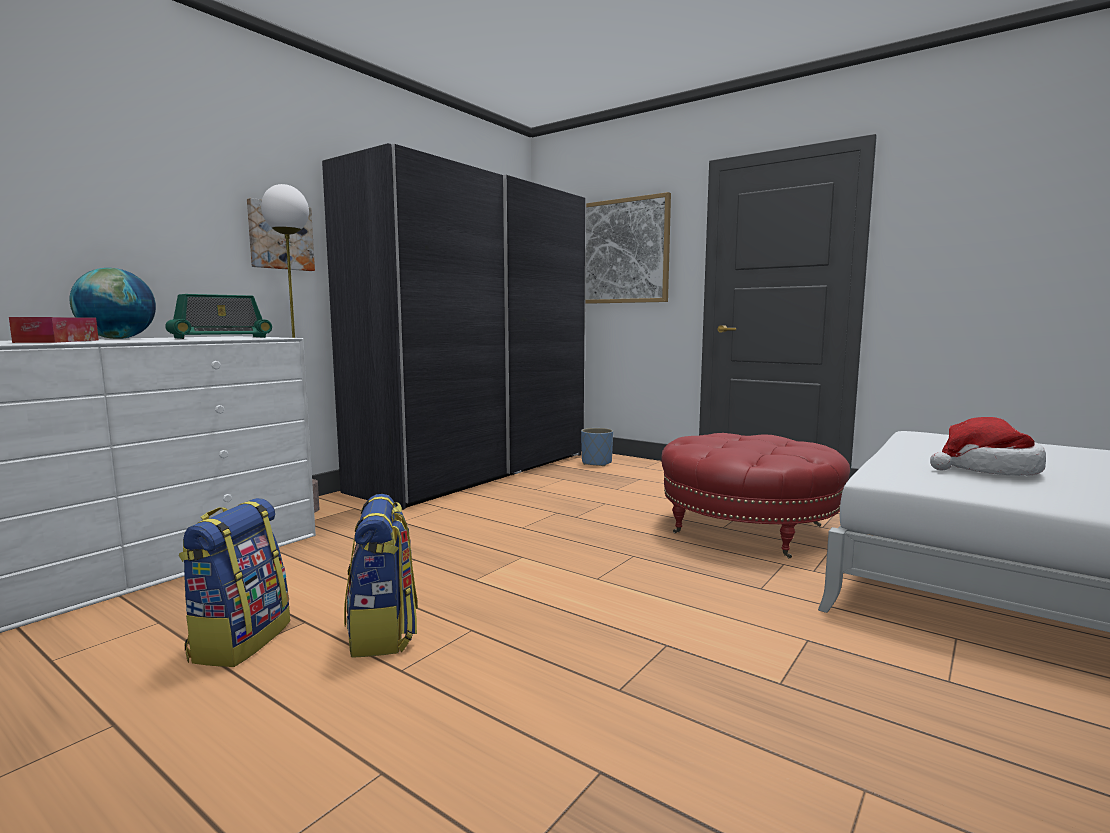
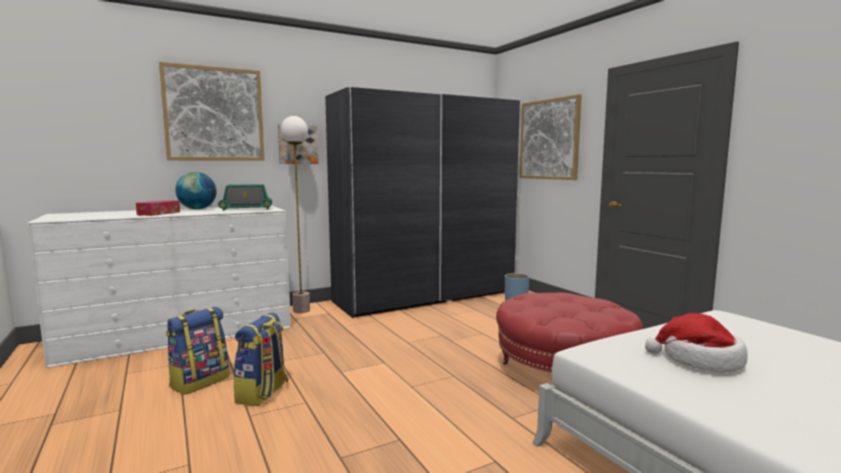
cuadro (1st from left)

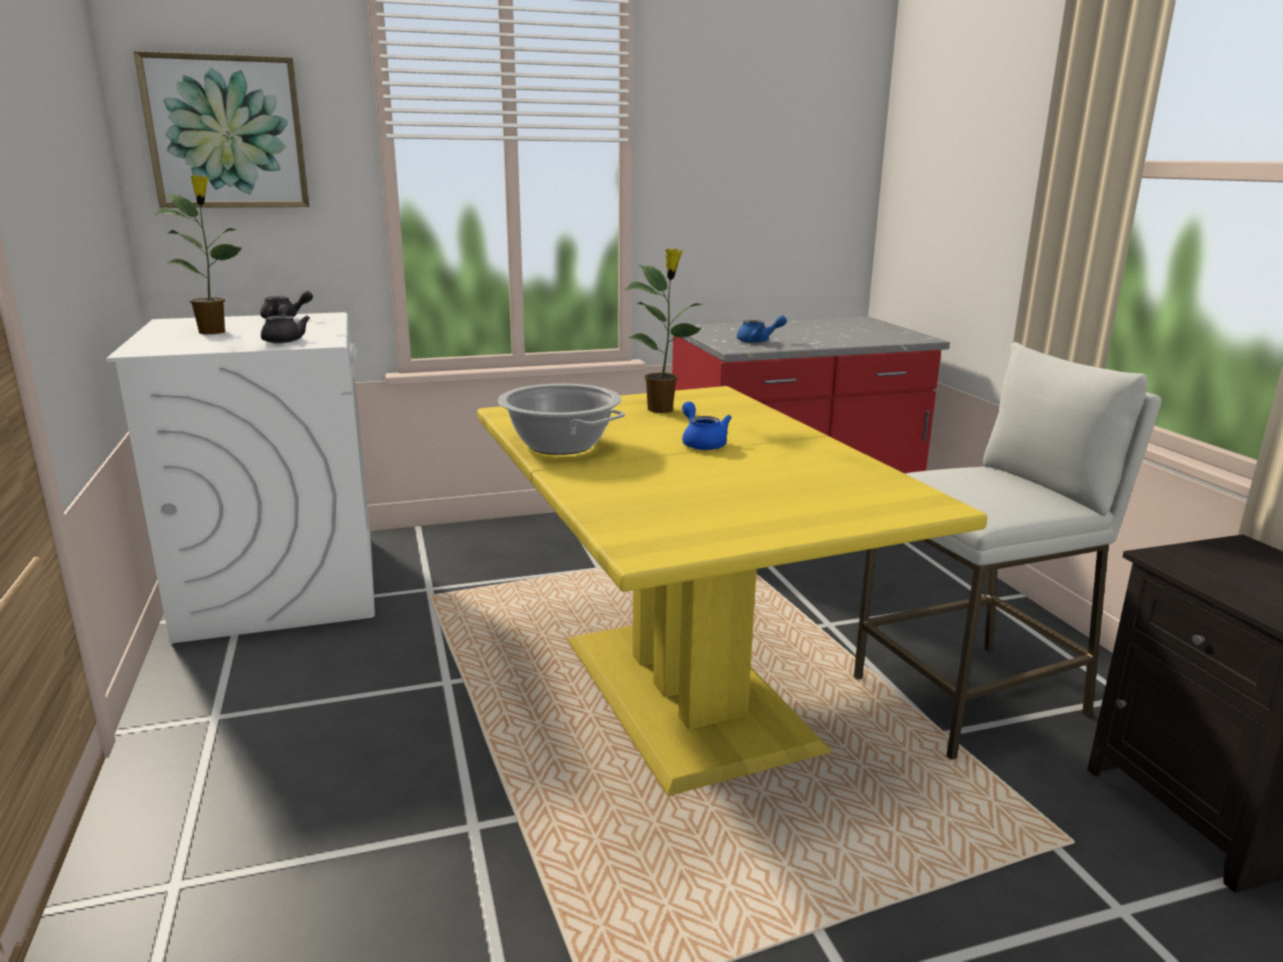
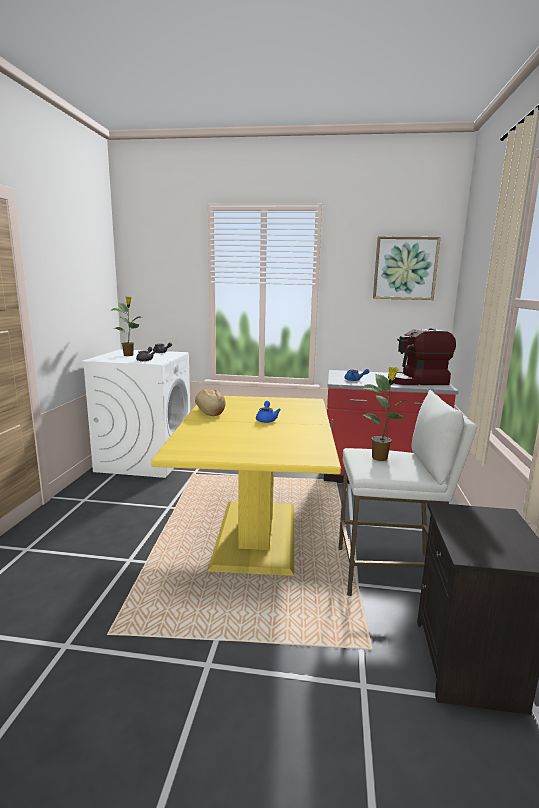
cuadro
planta en maceta (2nd from left)
pan
cafetera

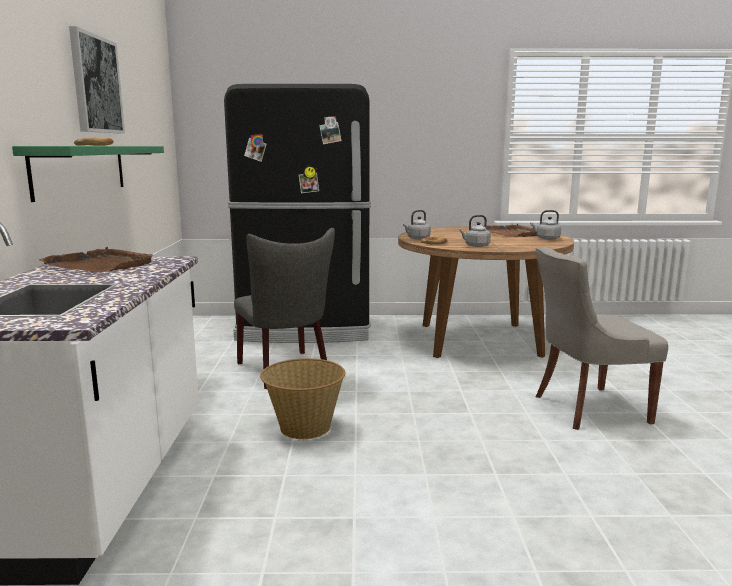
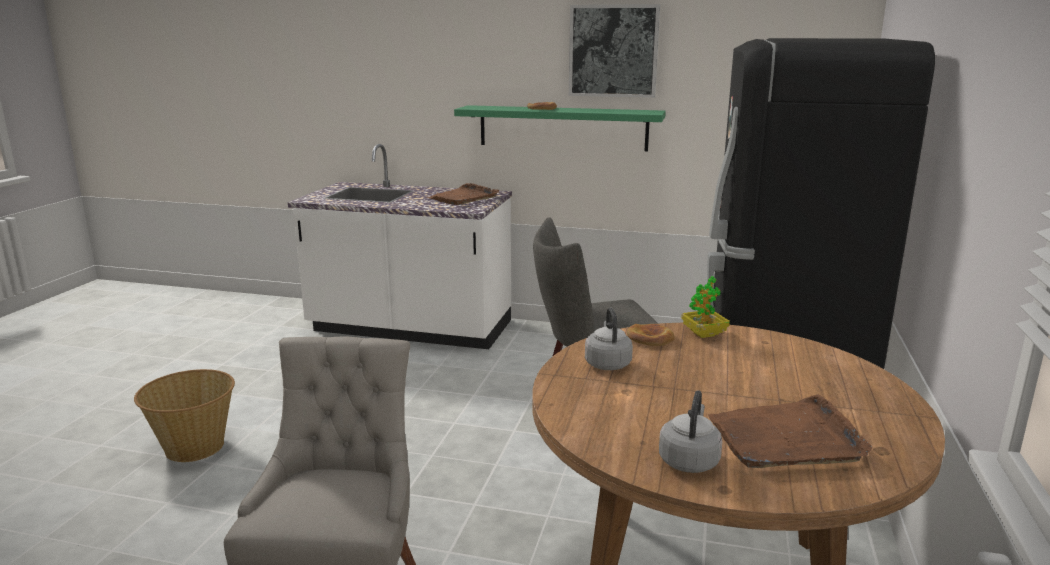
planta en maceta
cesta

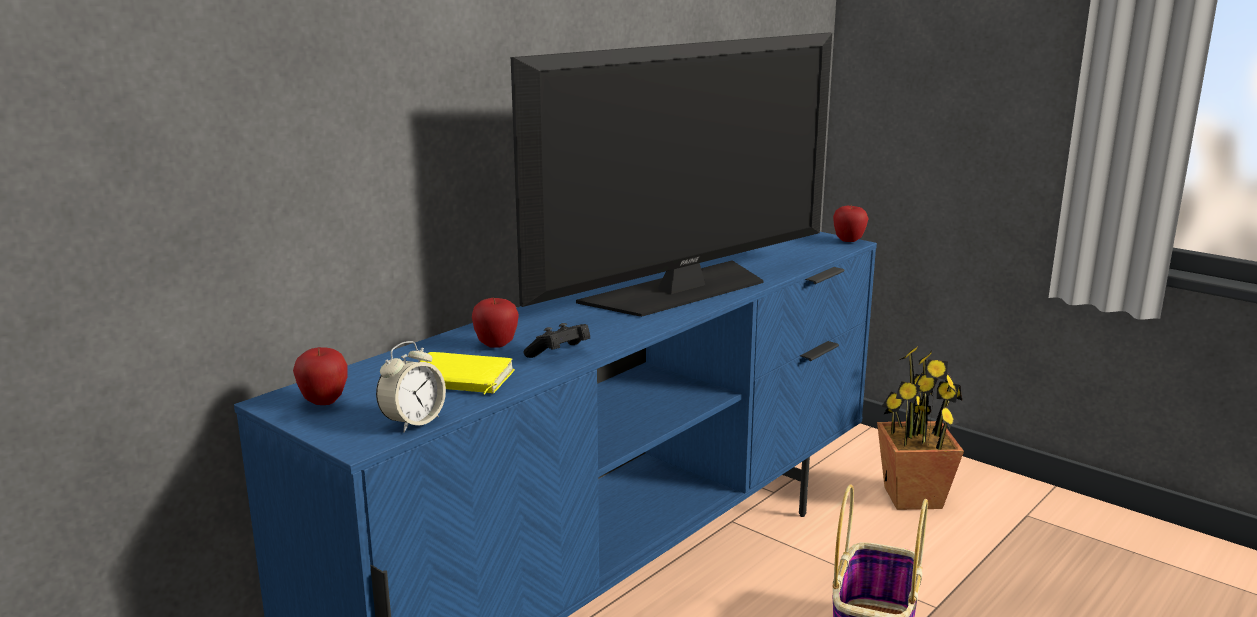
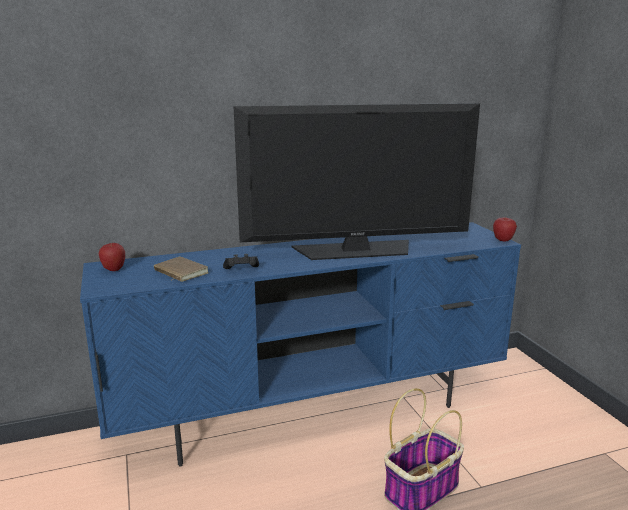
manzana (2nd from left in the first image)
despertador
planta en maceta
libro (marrón)

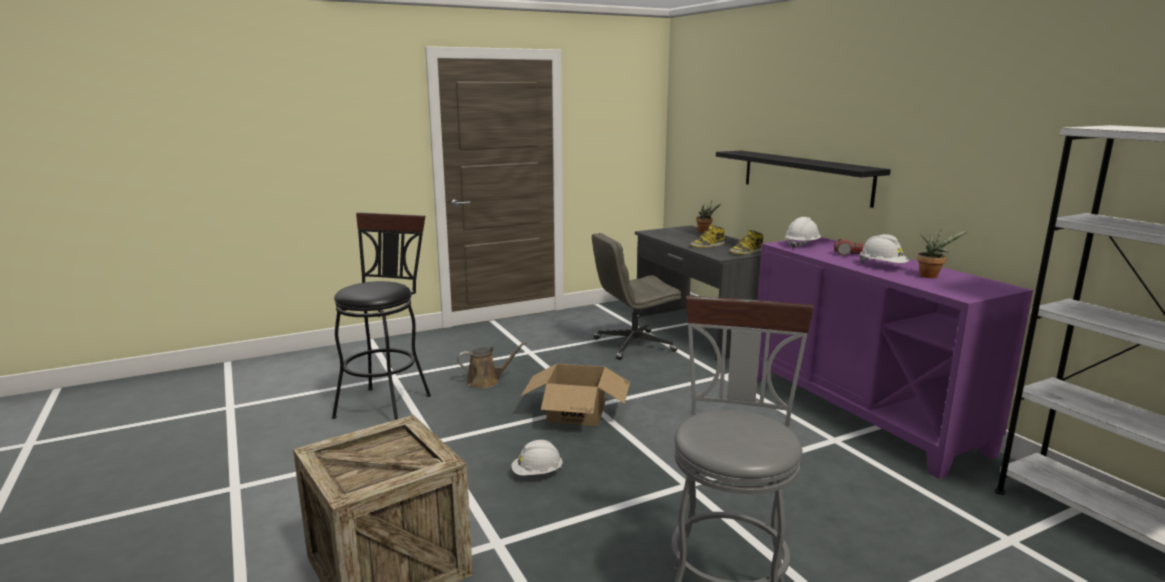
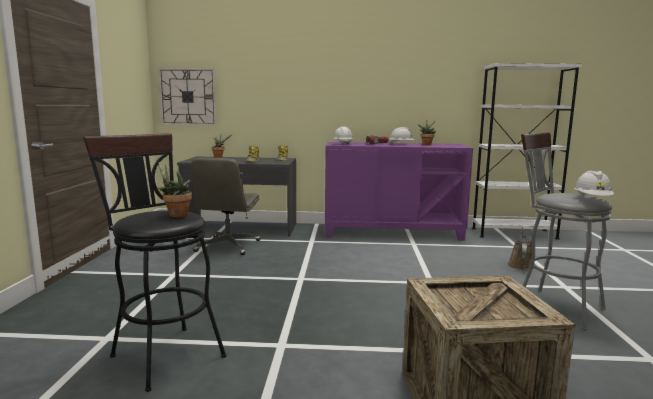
estante (negro)
regadera (marrón)
caja de cartón
casco (blanco) (3rd from left)
reloj de pared
planta en maceta (1st from left)

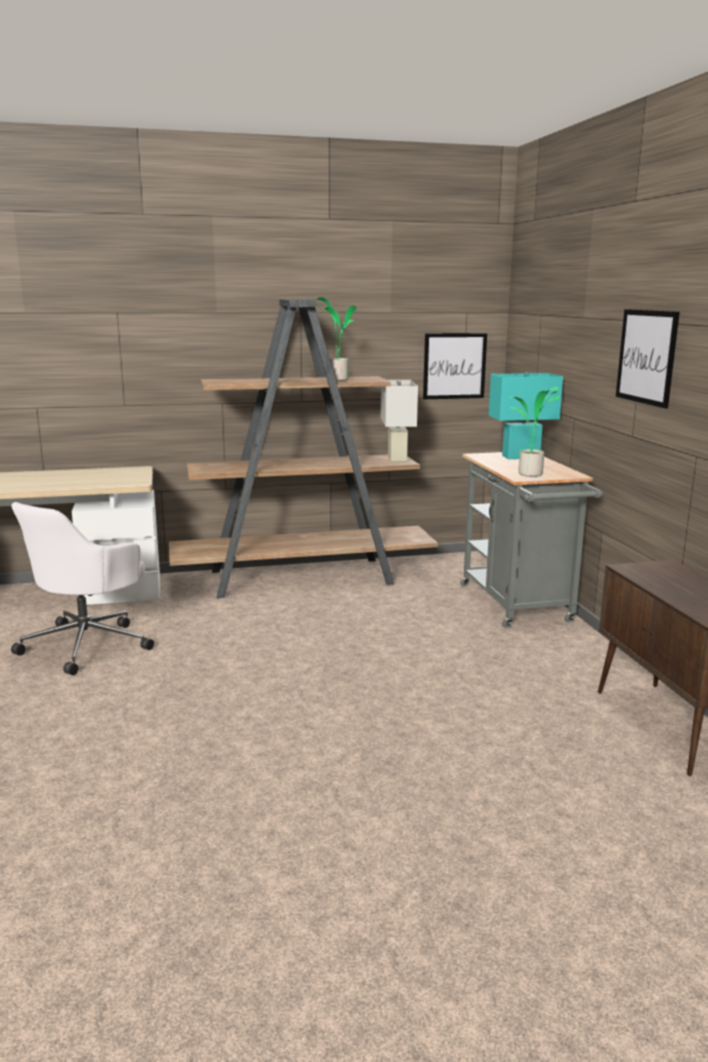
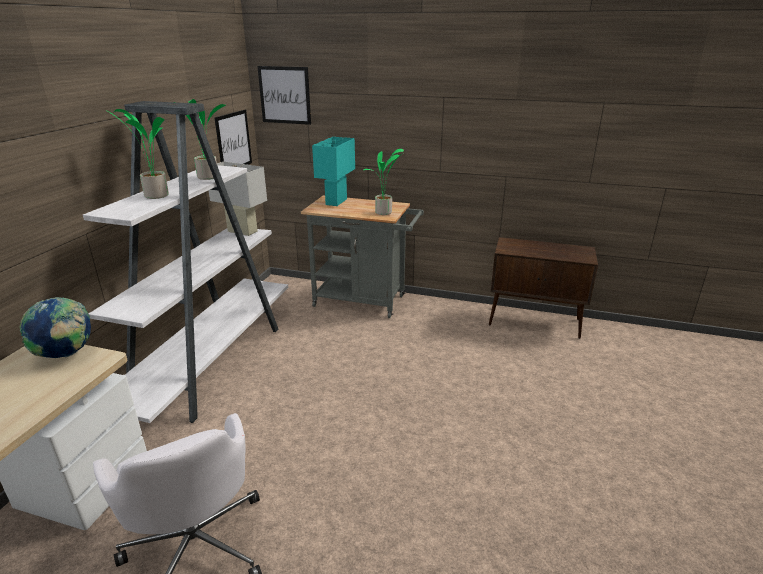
estantería (blanco)
cuadro (2nd from left)
planta en maceta (1st from left)
globo terráqueo

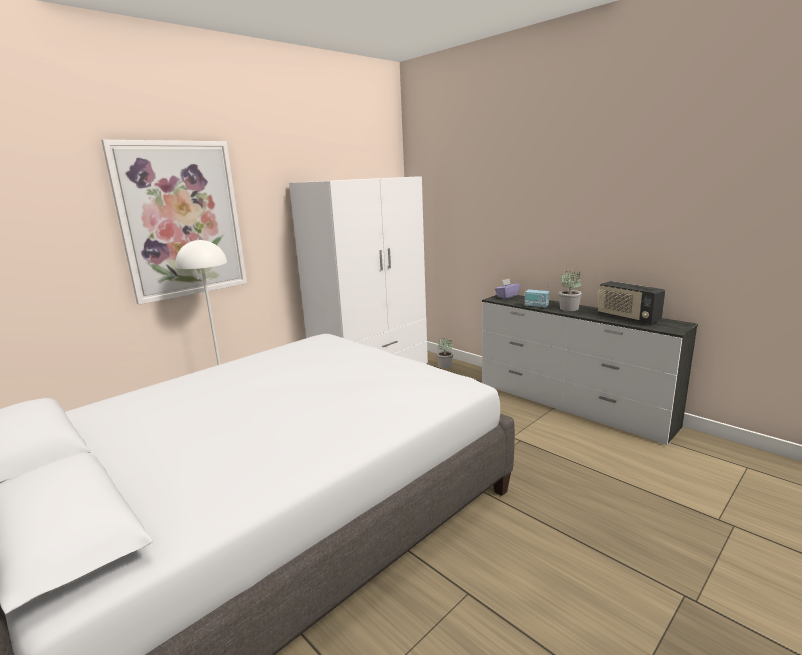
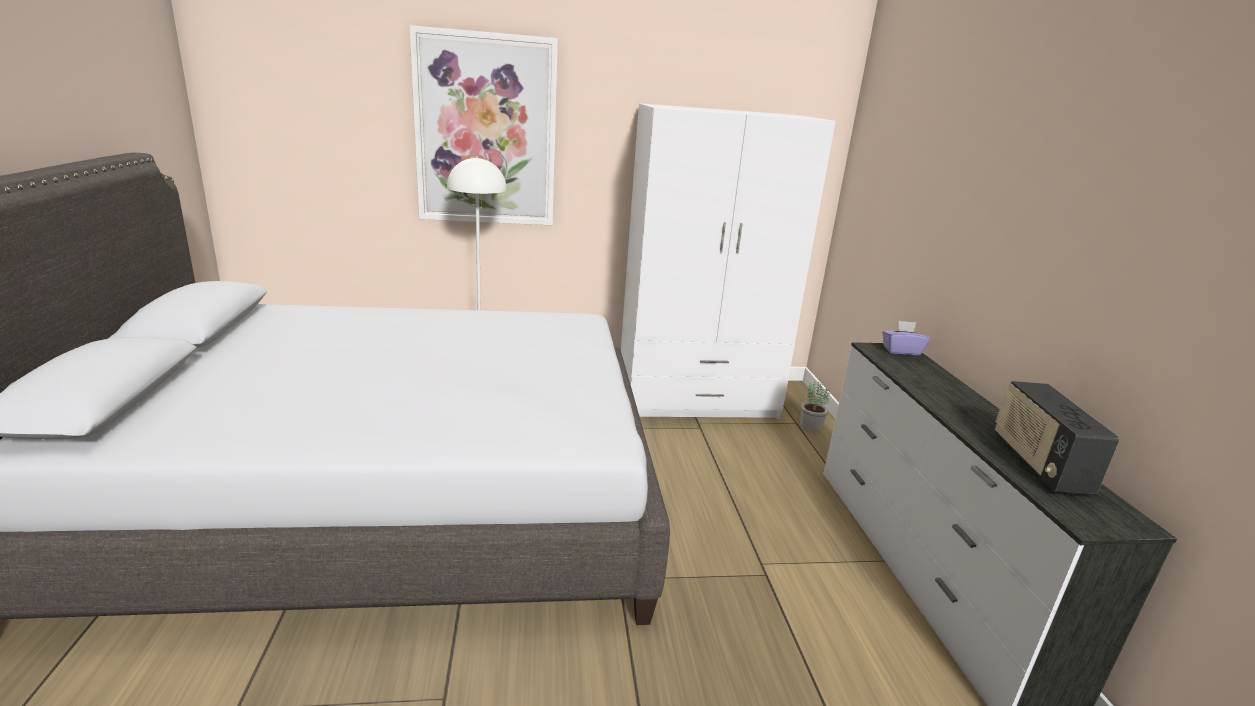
planta en maceta (2nd from left in the first image)
radio (1st from left in the first image)

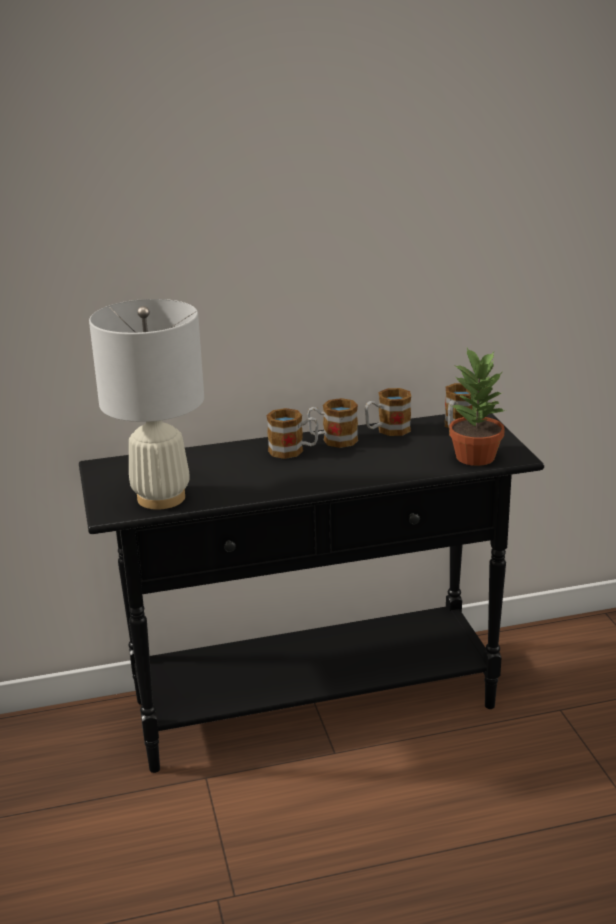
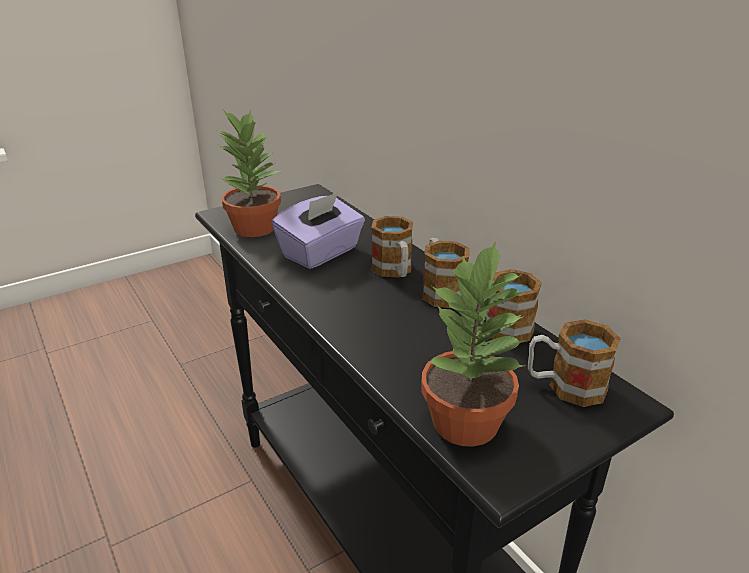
planta en maceta (1st from left)
caja de pañuelos (morado)

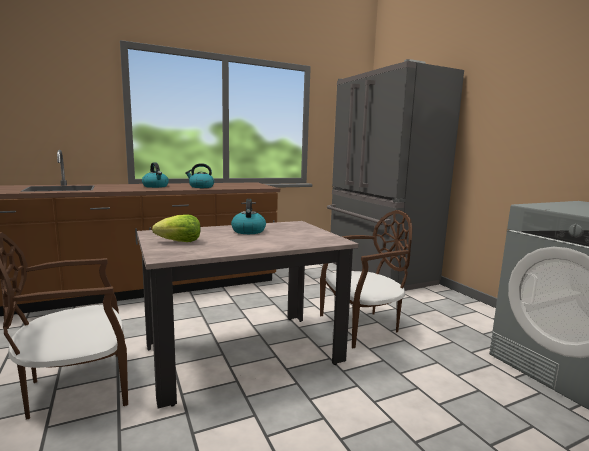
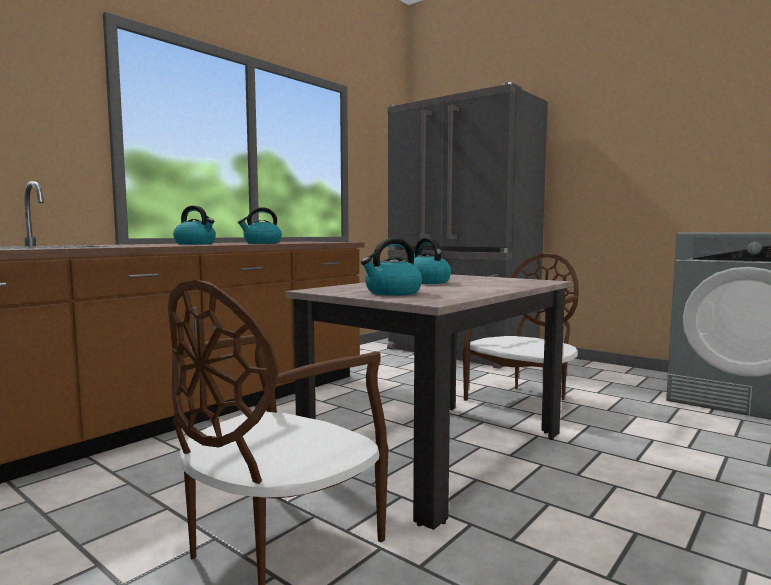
hervidor (3rd from left)

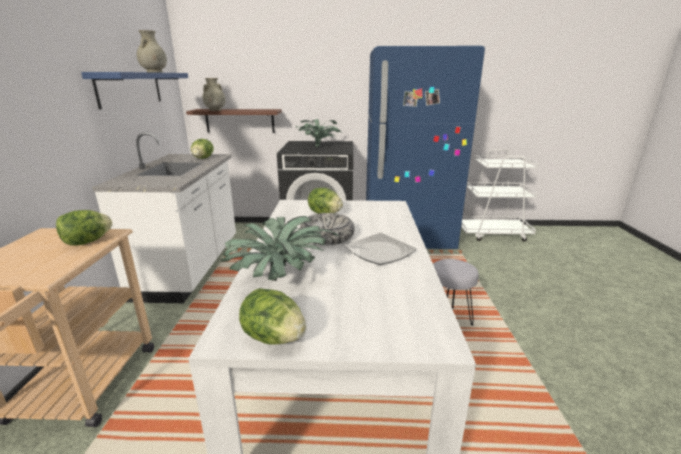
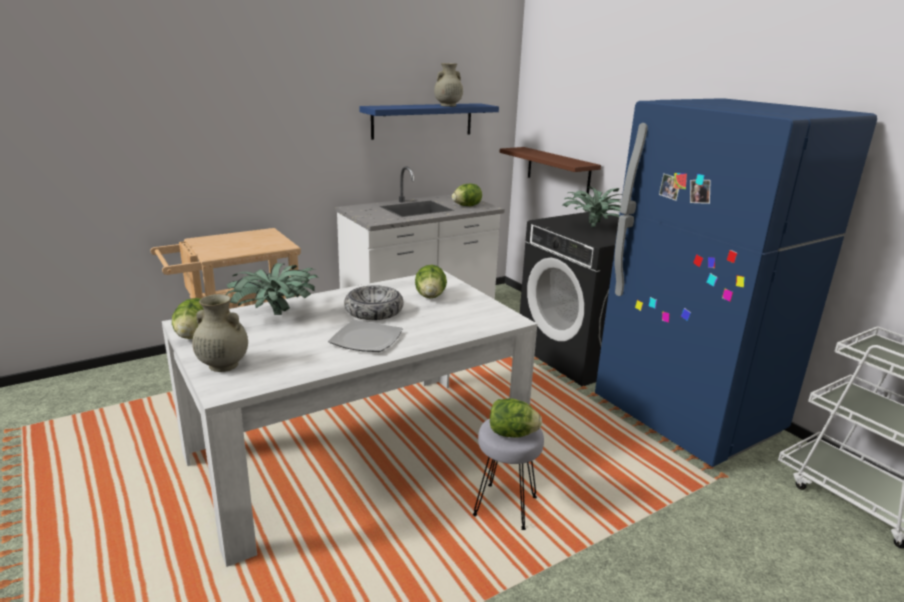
florero (beis) (1st from left)
lechuga (4th from left)

